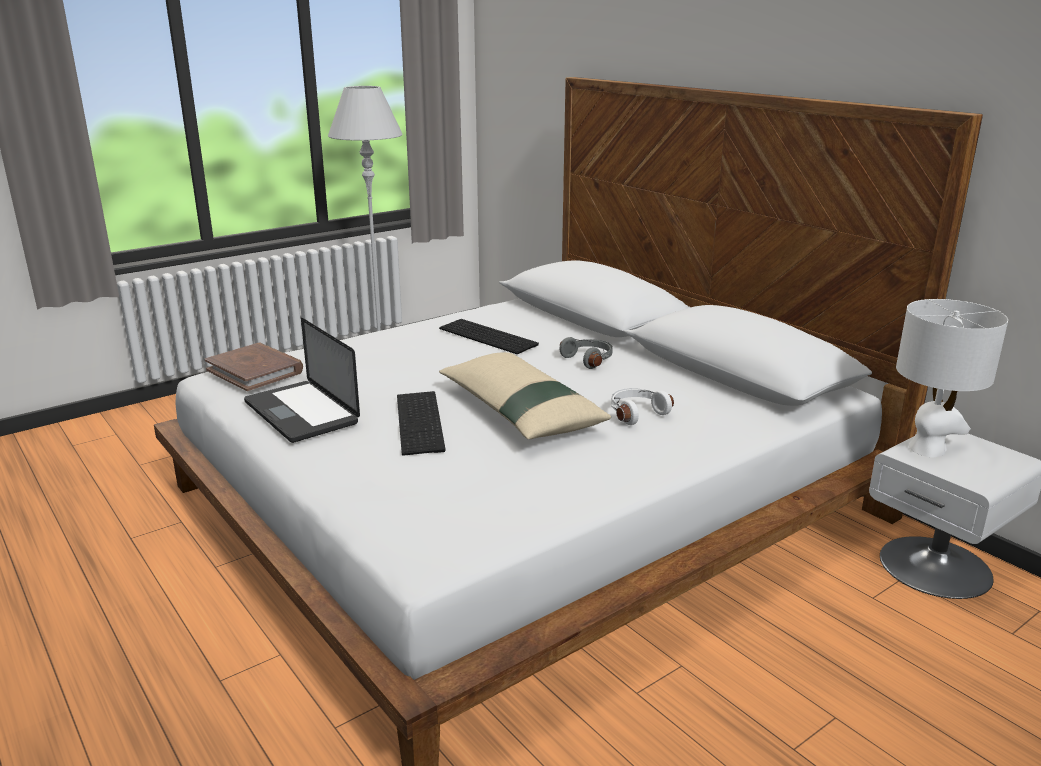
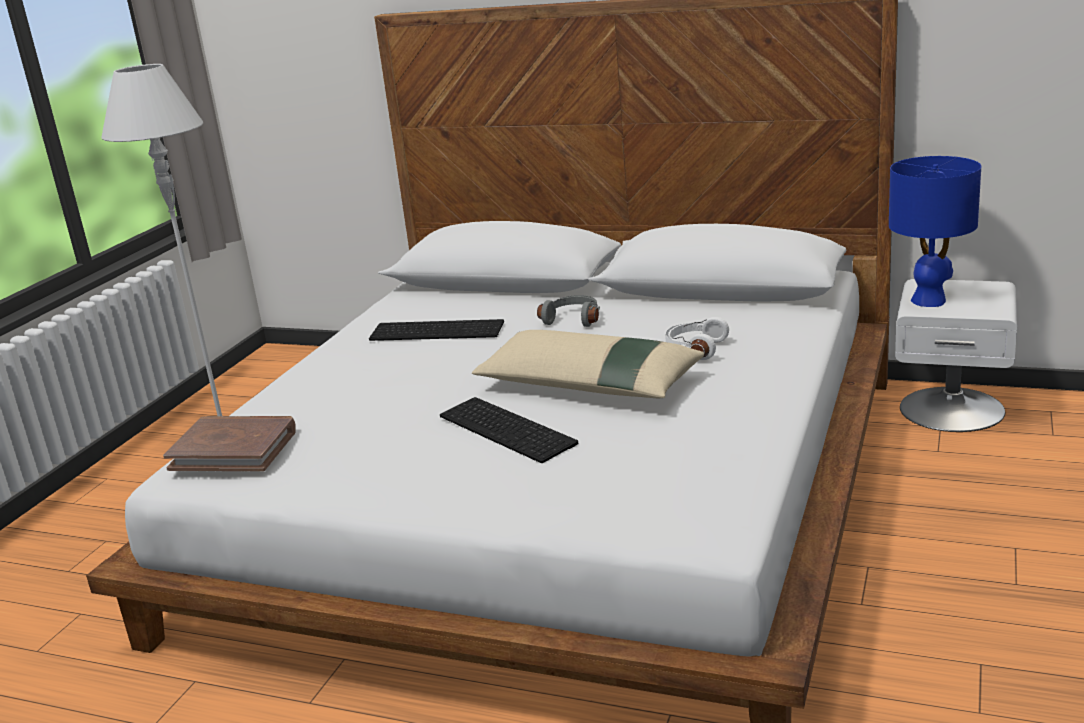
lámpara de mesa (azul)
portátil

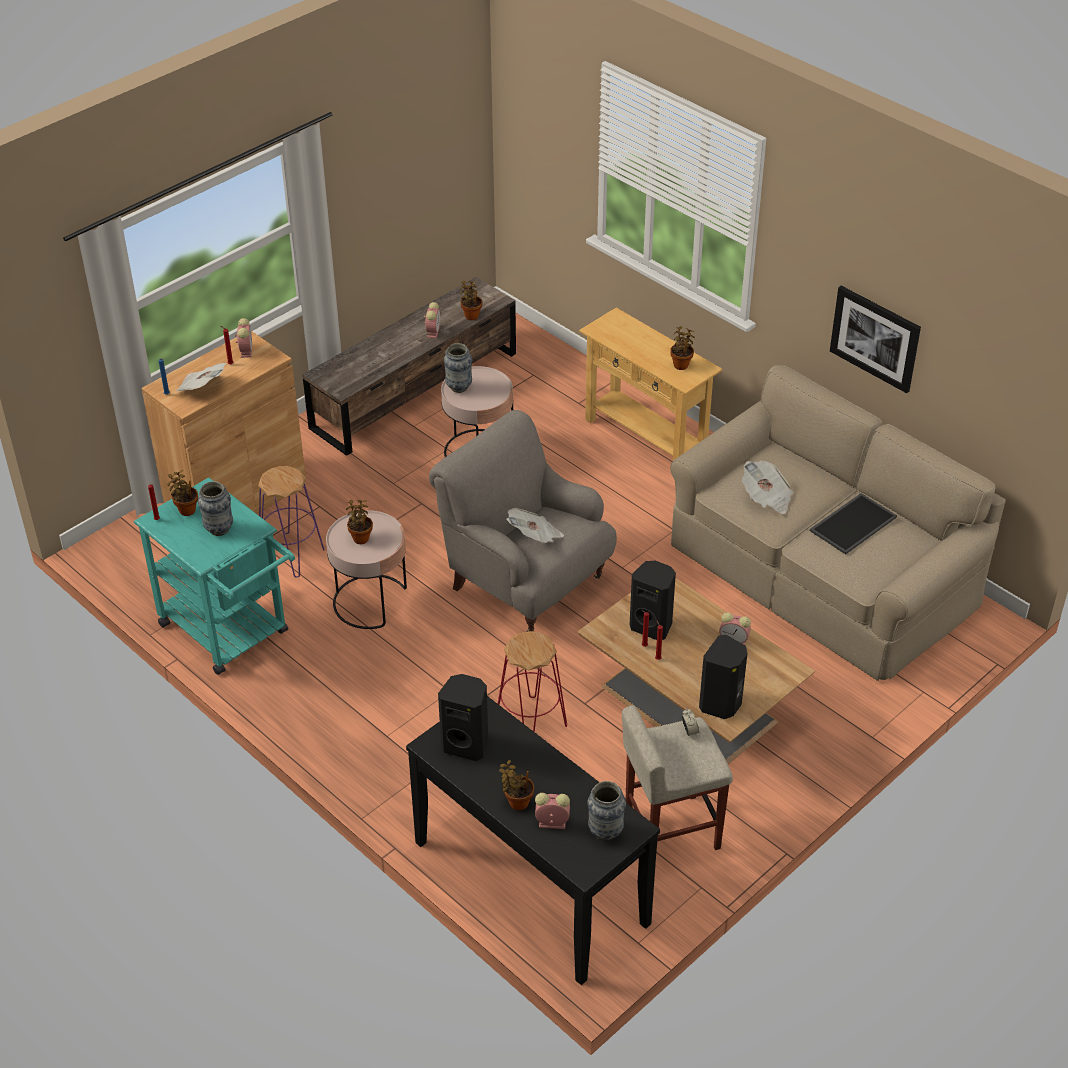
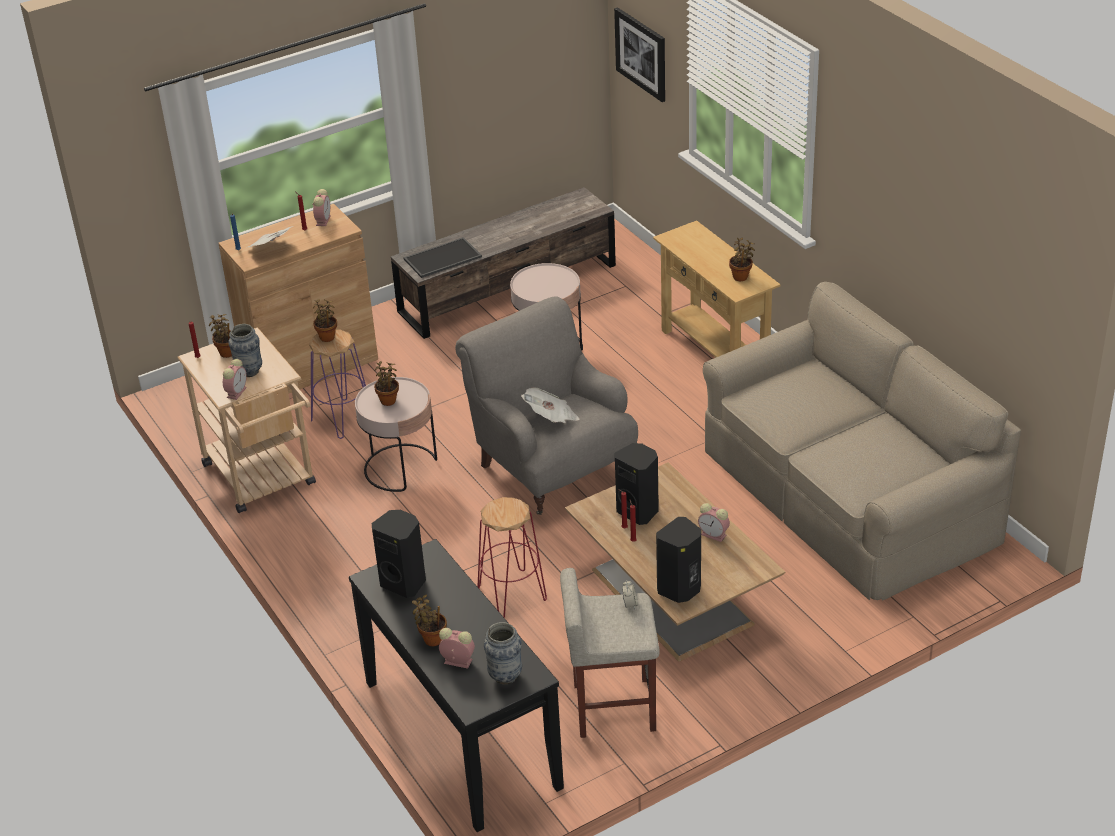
planta en maceta (2nd from left)
cuadro
despertador (1st from left)
florero (2nd from left in the first image)
periódico (3rd from left in the first image)
carrito (beis)
bandeja

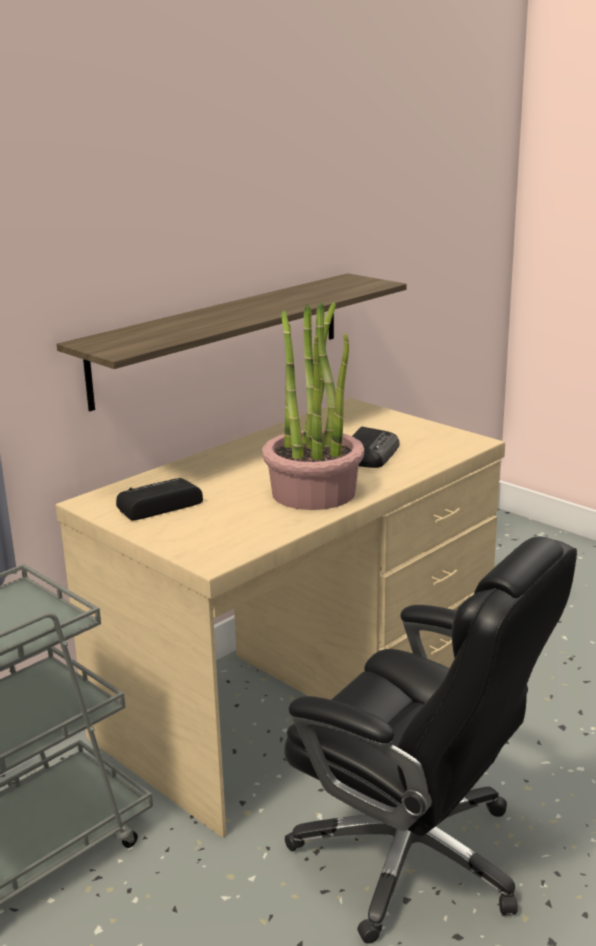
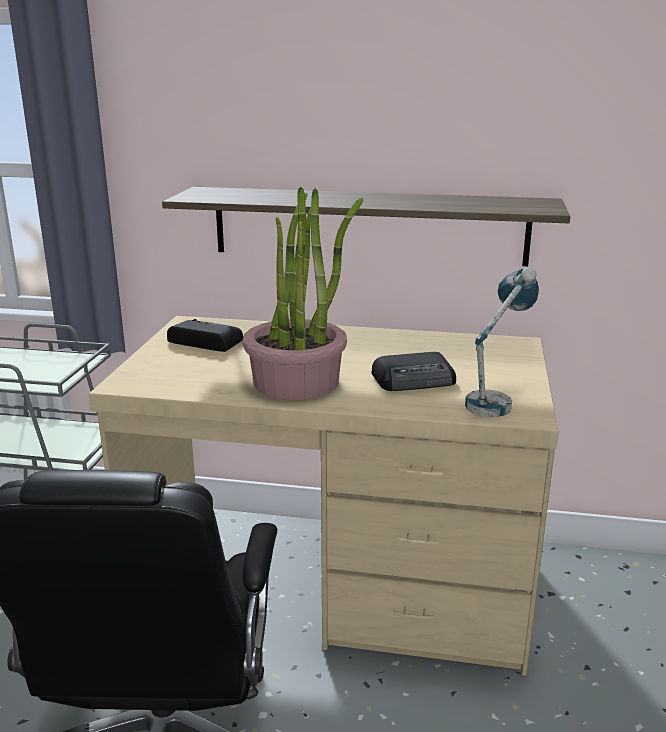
lámpara de mesa

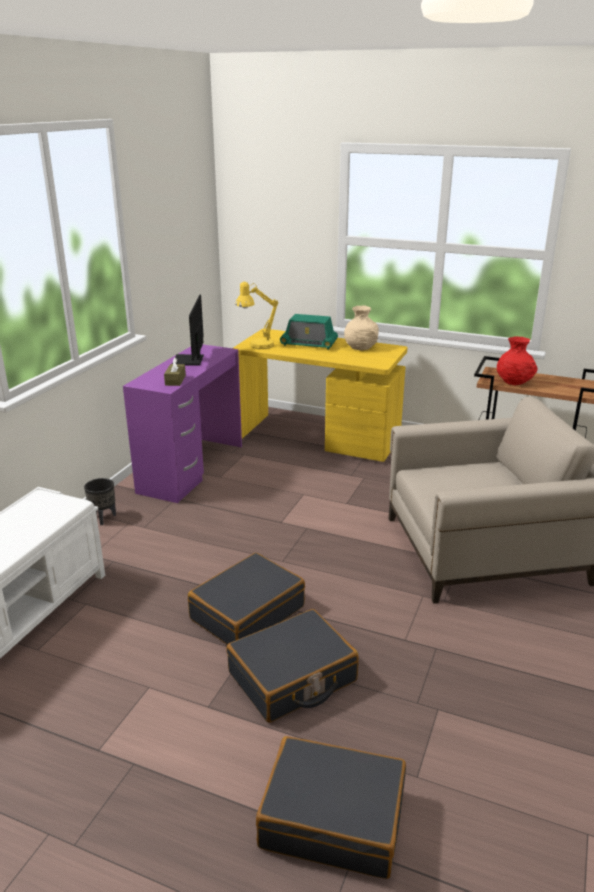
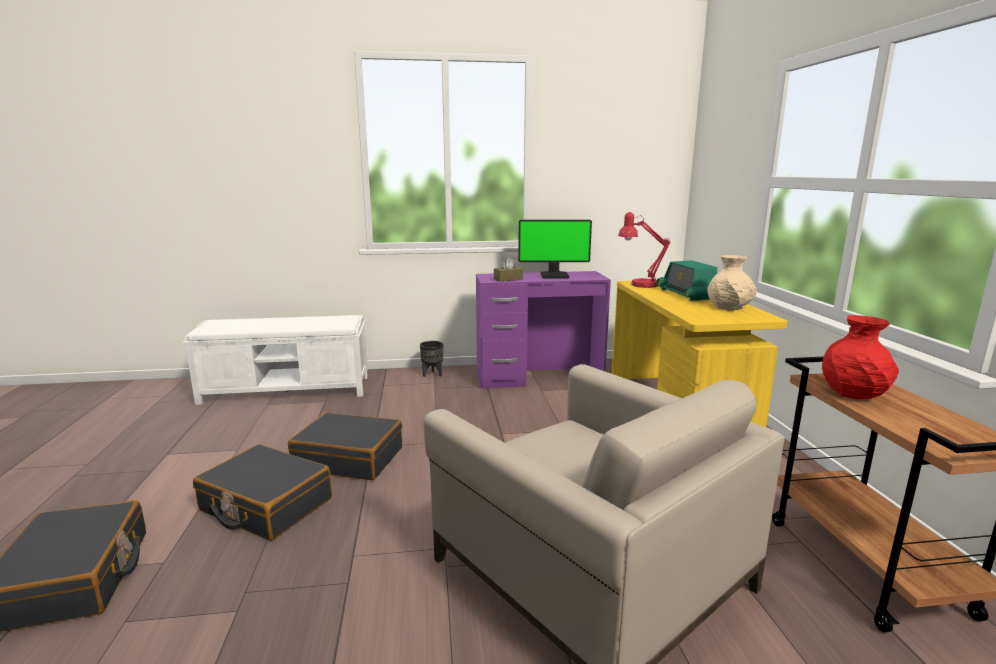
lámpara de mesa (rojo)
monitor

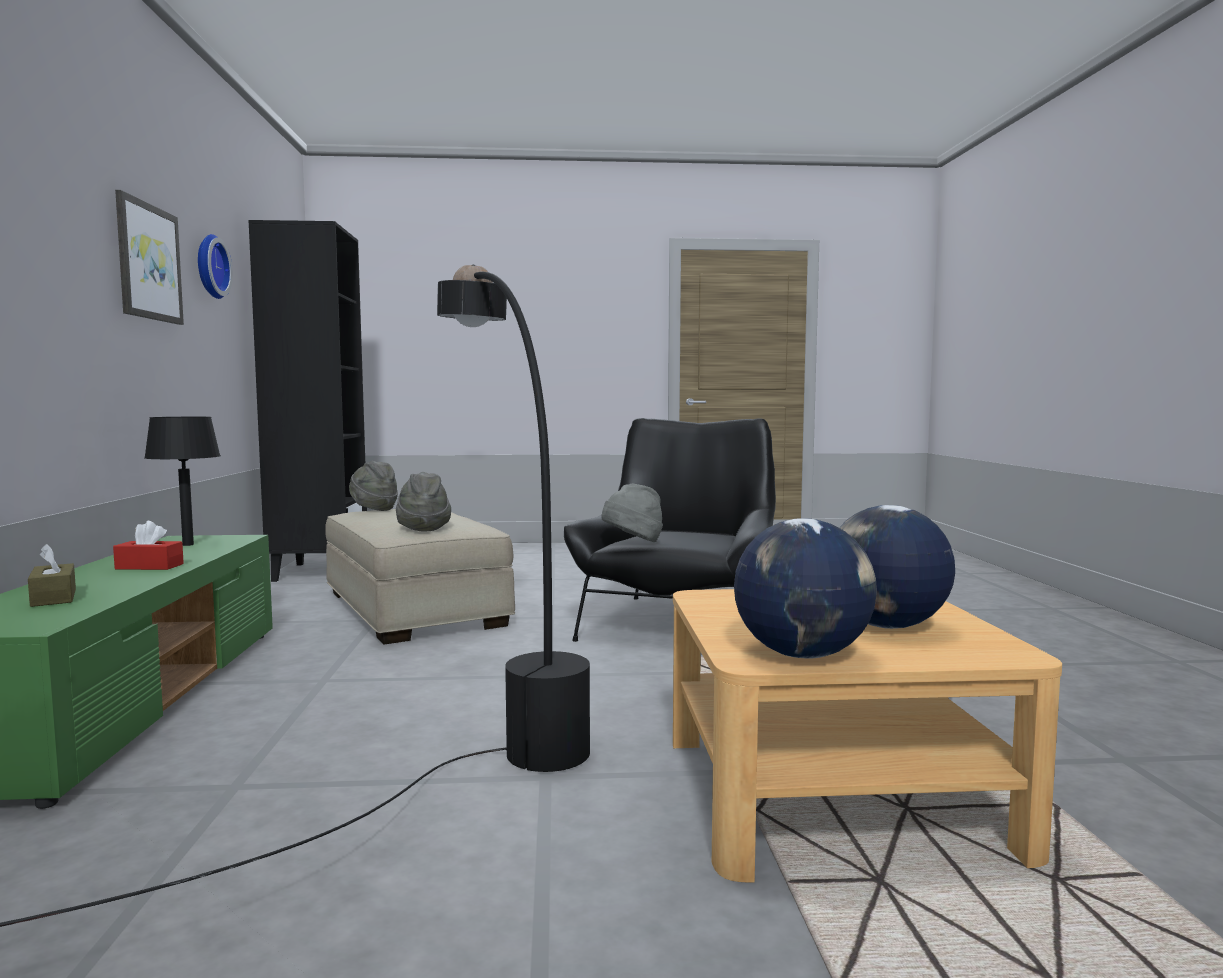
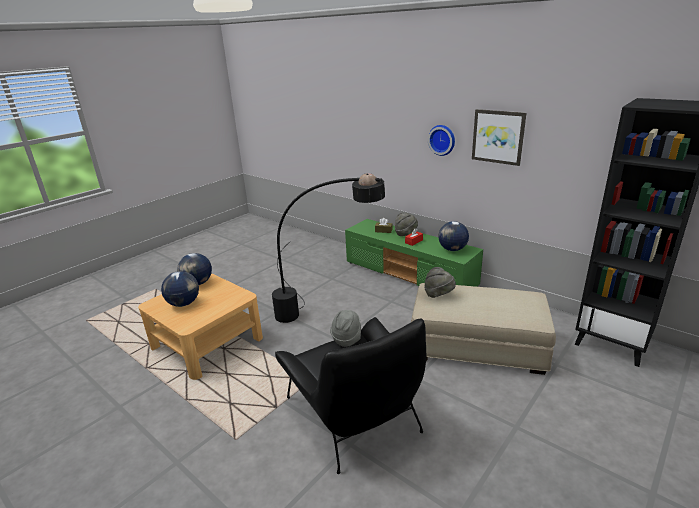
reloj de pared
globo terráqueo (3rd from left)
sombrero (gris) (2nd from left)

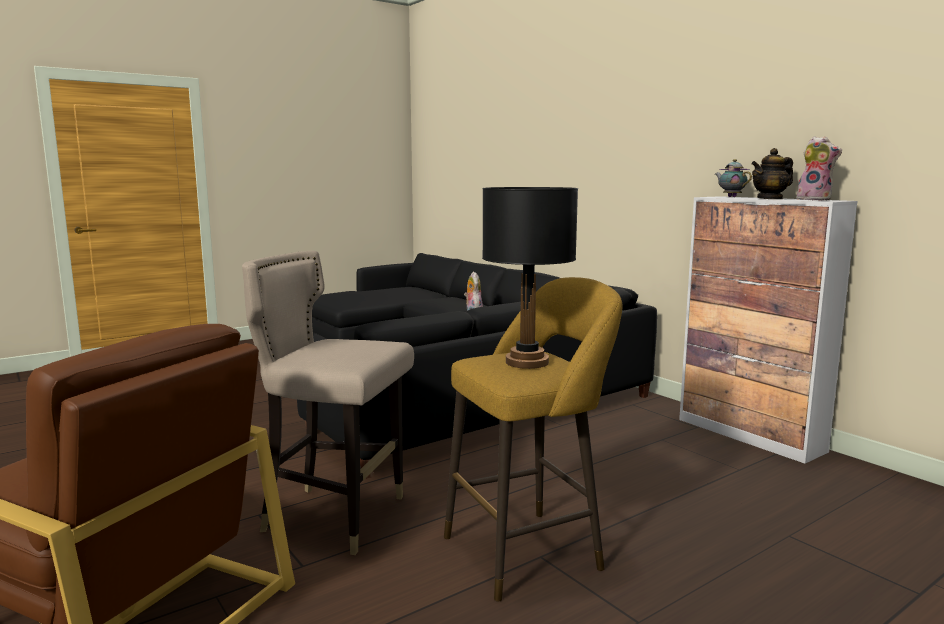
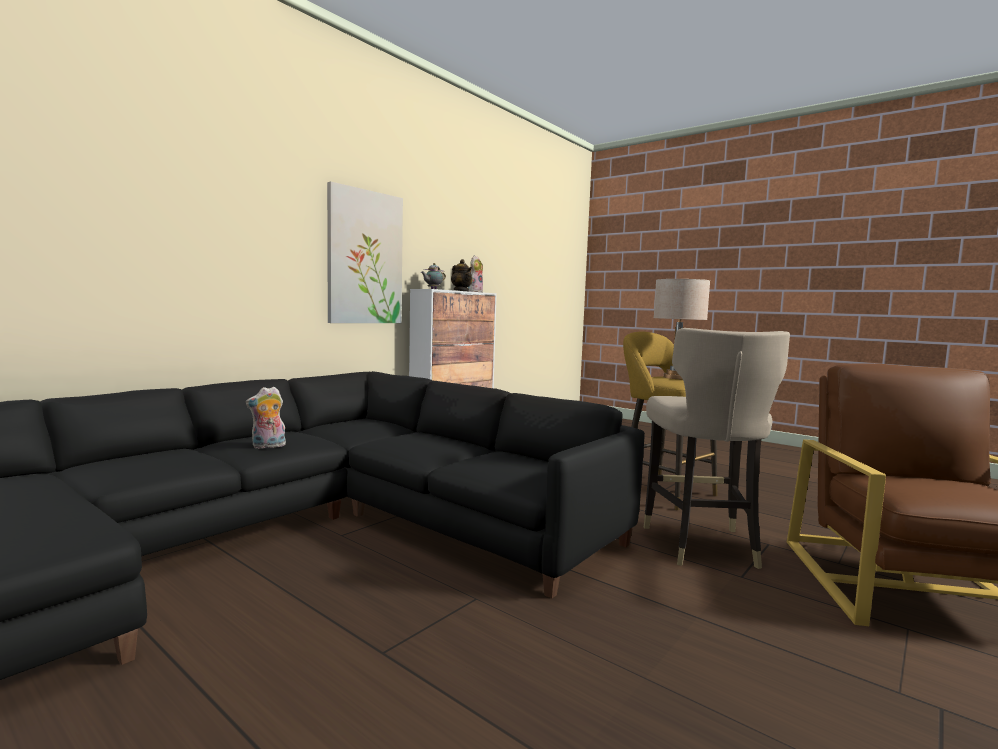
lámpara de mesa (beis)
cuadro

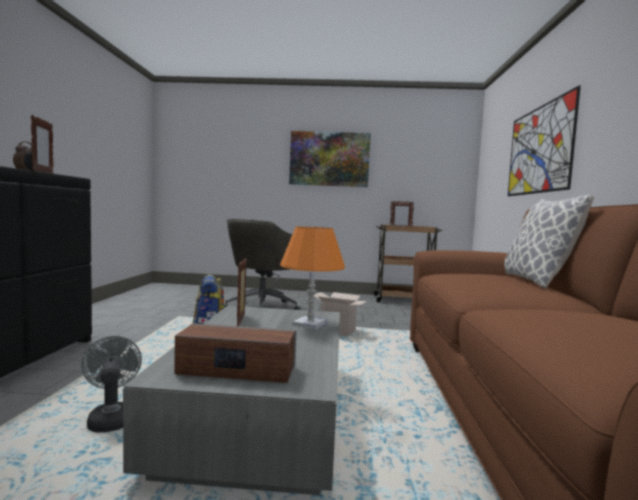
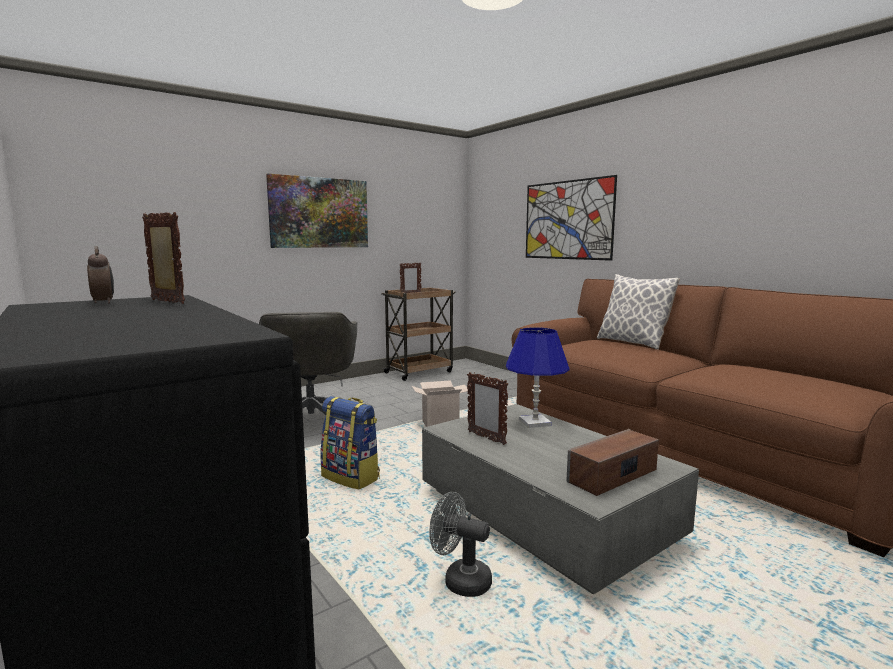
lámpara de mesa (azul)

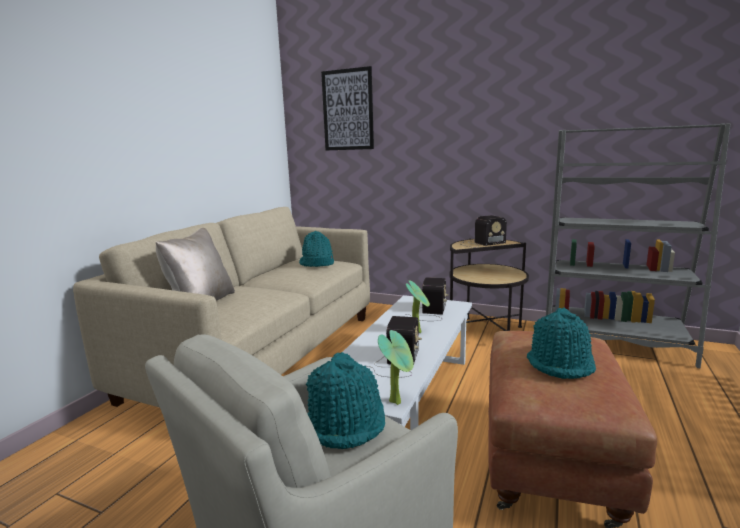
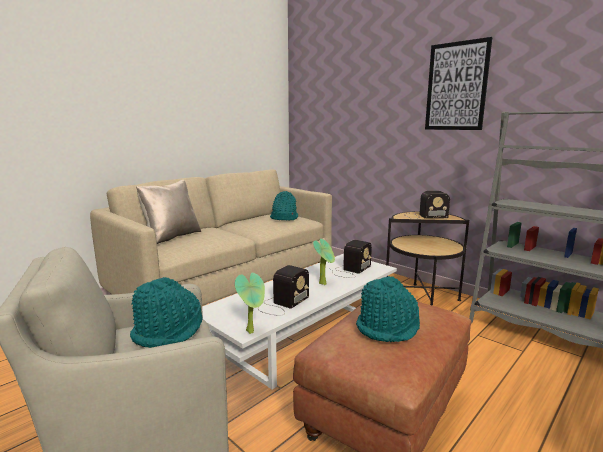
cuadro

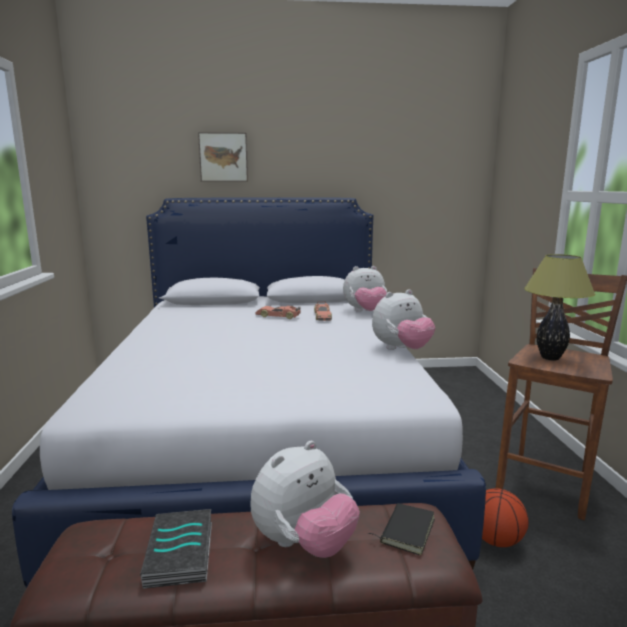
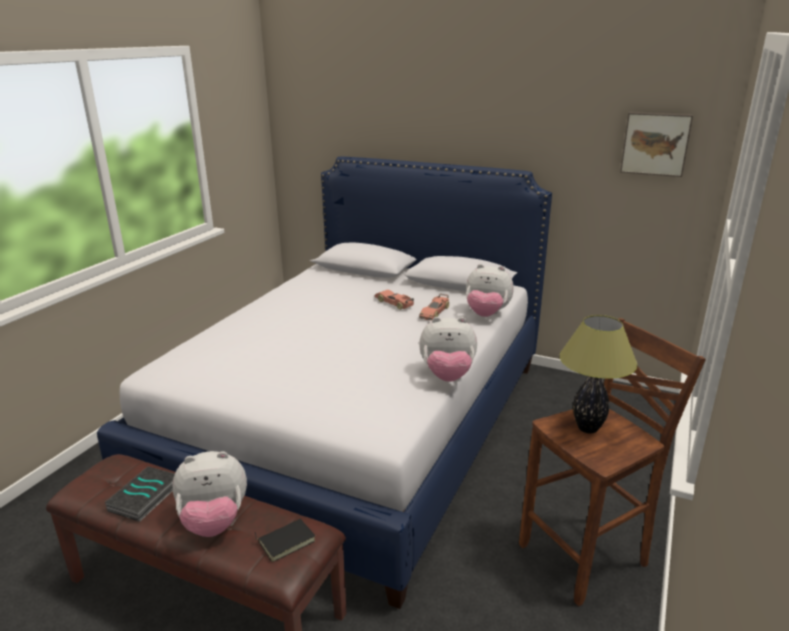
cuadro
balón de baloncesto

